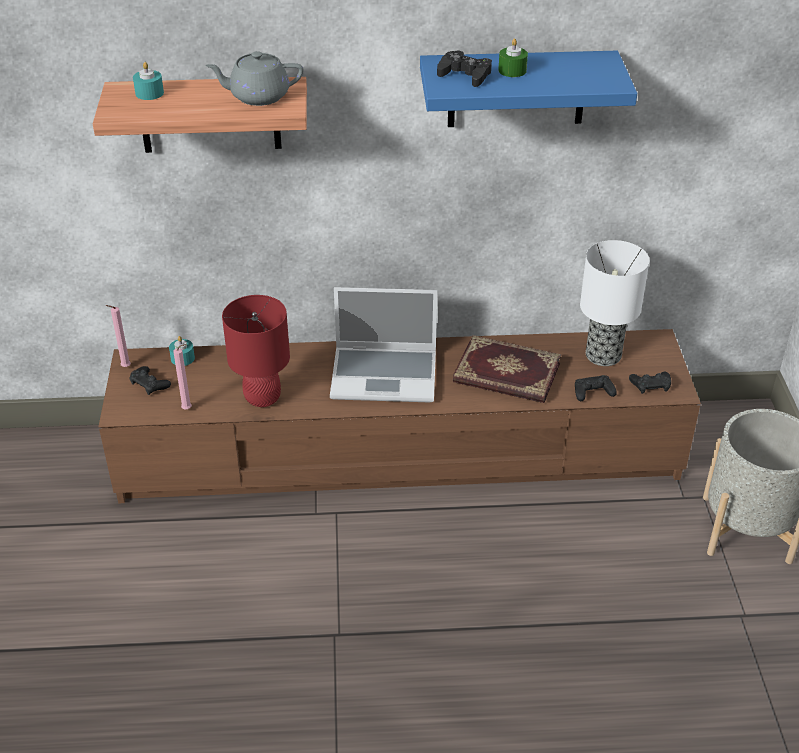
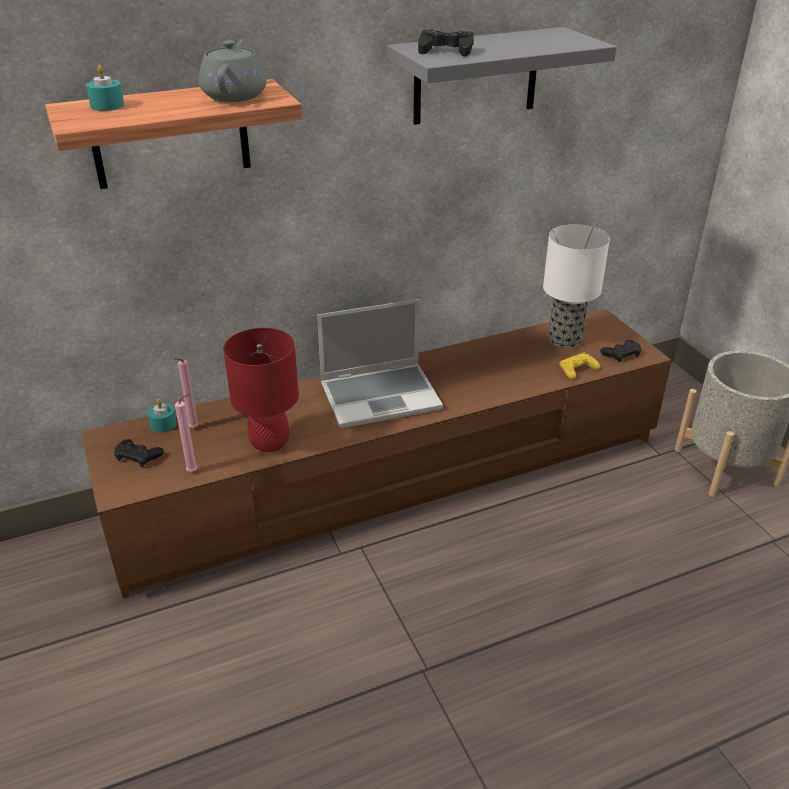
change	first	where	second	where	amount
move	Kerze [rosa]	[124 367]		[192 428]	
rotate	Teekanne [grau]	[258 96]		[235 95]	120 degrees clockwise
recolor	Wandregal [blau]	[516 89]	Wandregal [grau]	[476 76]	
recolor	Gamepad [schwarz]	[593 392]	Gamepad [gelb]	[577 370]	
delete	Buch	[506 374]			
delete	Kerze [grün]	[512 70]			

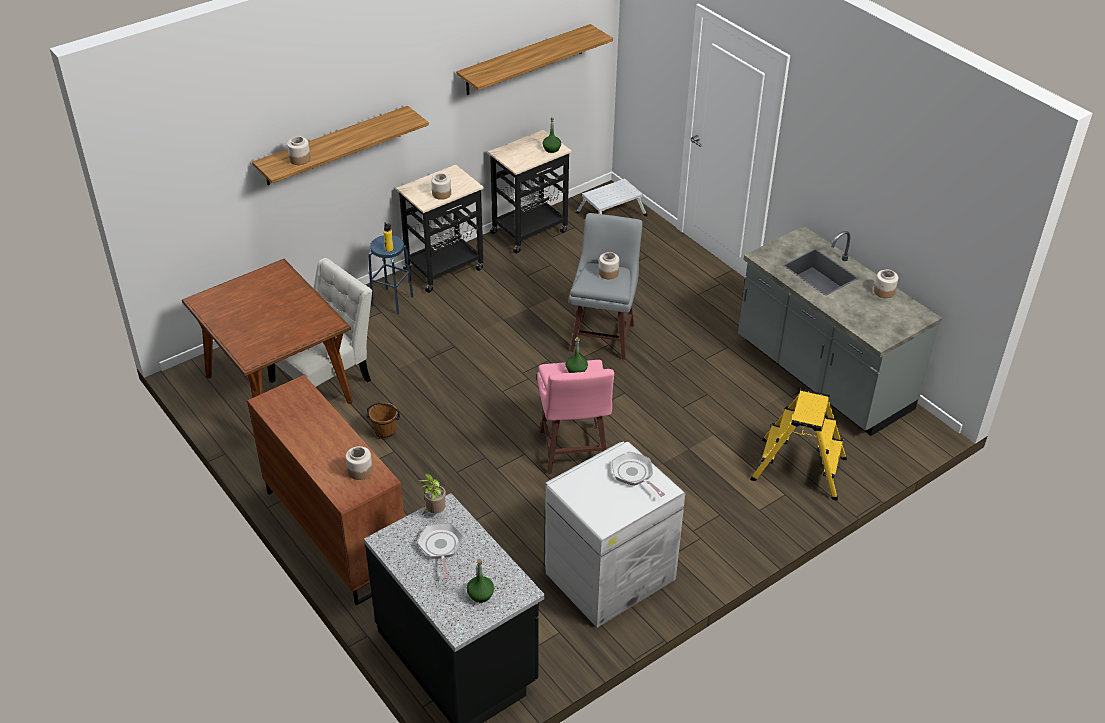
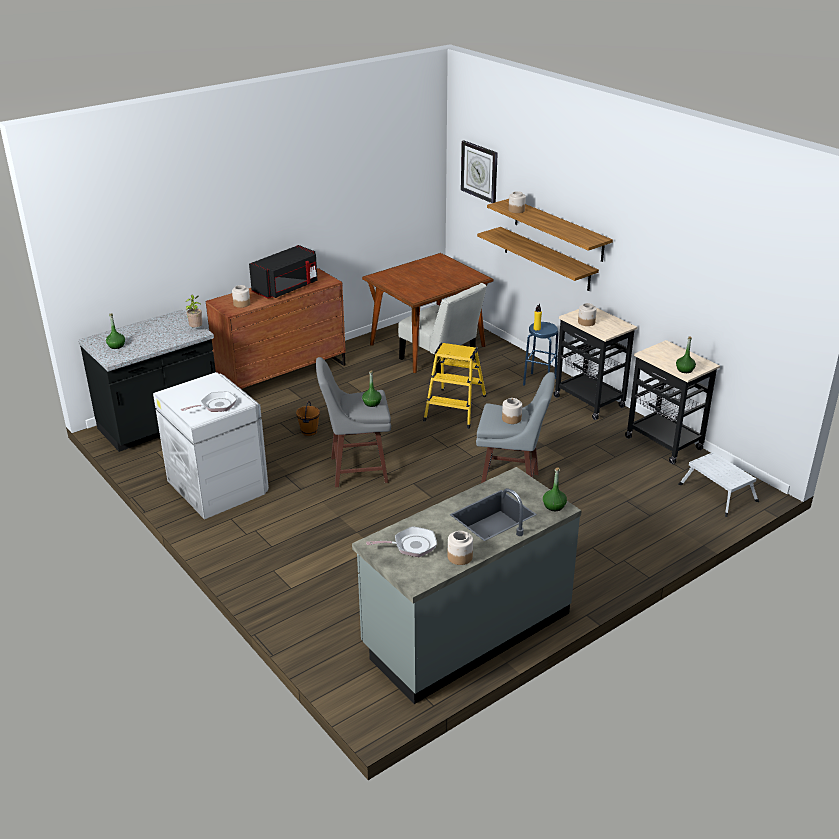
change	first	where	second	where	amount
insert			Mikrowelle [schwarz]	[287 288]	
move	Eimer [braun]	[385 433]		[309 431]	
recolor	Hocker [rosa]	[573 451]	Hocker [grau]	[356 470]	
move	Pfanne	[441 547]		[411 545]	
move	Trittleiter [gelb]	[799 469]		[455 408]	
insert			Wanduhr	[479 171]	
move	Wandregal	[525 60]		[546 258]	
insert			Flasche [grün]	[554 506]	

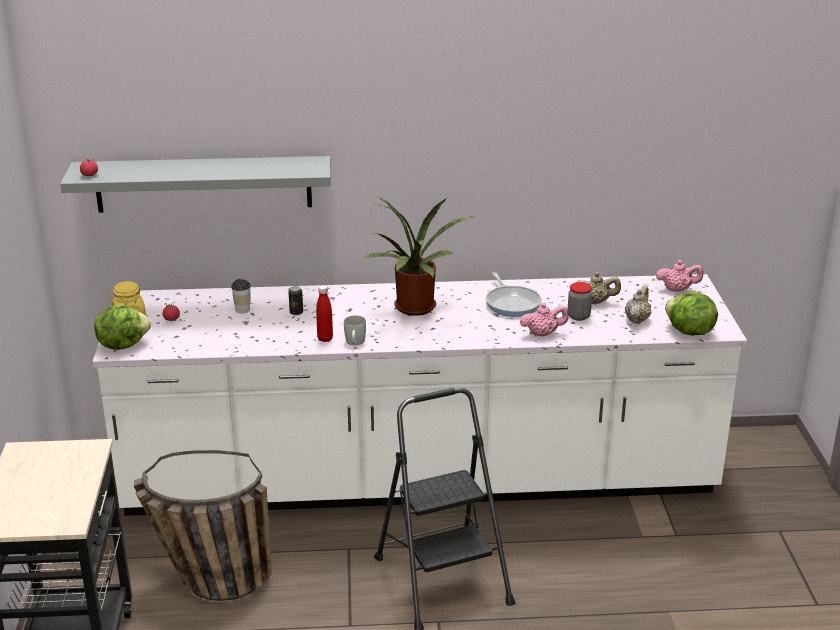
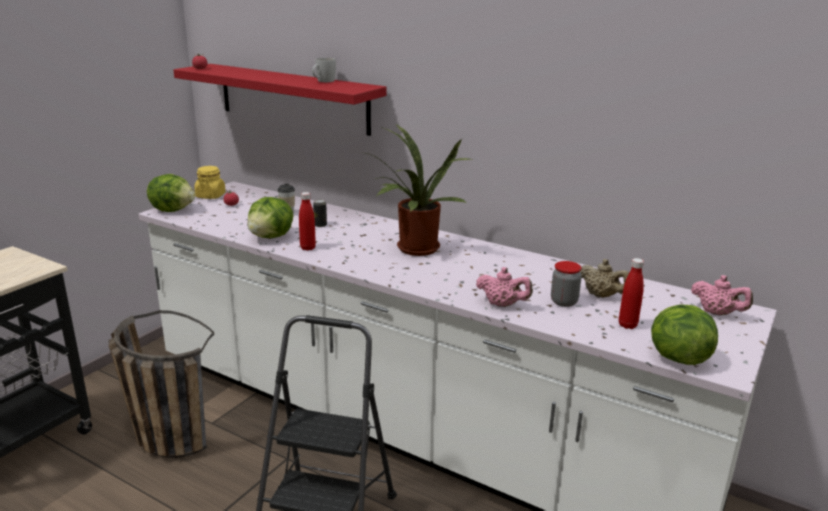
change	first	where	second	where	amount
recolor	Wandregal [grau]	[203 184]	Wandregal [rot]	[293 98]	
insert			Salatkopf	[271 237]	
move	Henkelbecher [weiß]	[355 343]		[323 81]	
replace	Teekanne [beige]	[637 319]	Flasche [rot]	[627 325]	
delete	Pfanne	[512 303]			

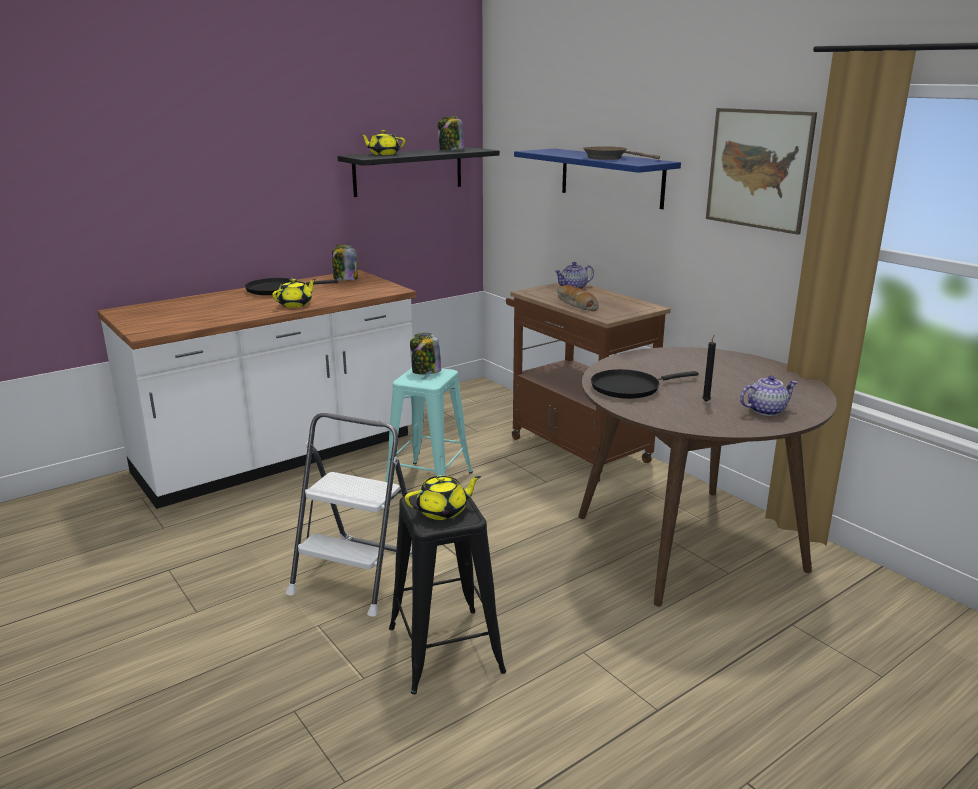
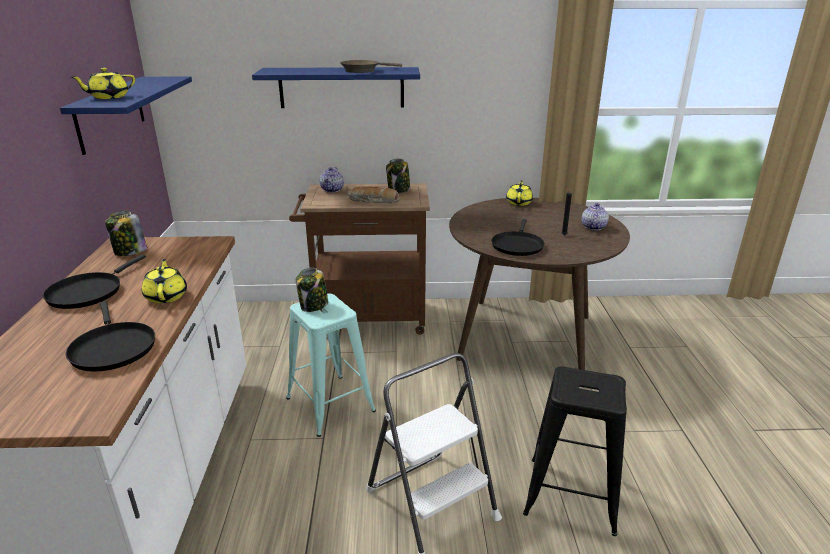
change	first	where	second	where	amount
recolor	Wandregal [schwarz]	[408 171]	Wandregal [blau]	[110 113]	
insert			Pfanne [schwarz]	[112 348]	
move	Vorratsglas	[450 150]		[398 190]	
move	Teekanne [gelb]	[443 511]		[519 202]	
delete	Bild	[758 169]			

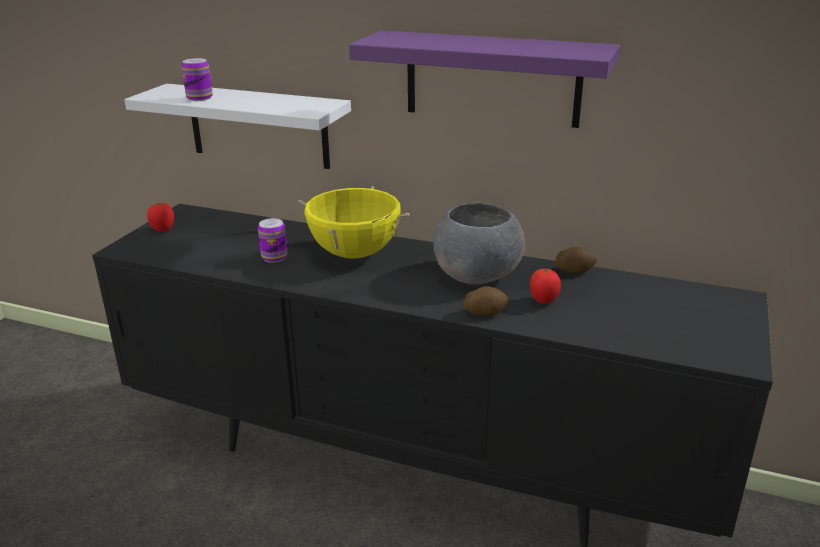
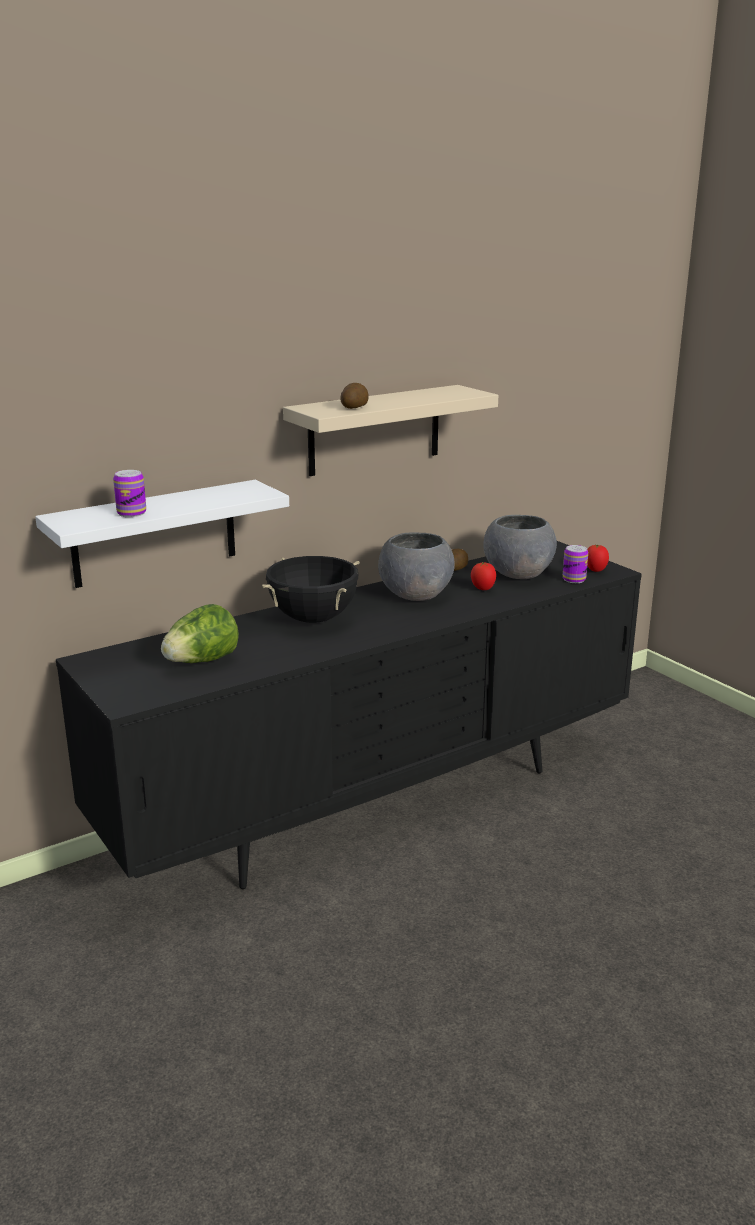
change	first	where	second	where	amount
insert			Salatkopf	[202 661]	
recolor	Kochtopf [gelb]	[355 253]	Kochtopf [schwarz]	[313 619]	
recolor	Wandregal [lila]	[492 78]	Wandregal [beige]	[374 430]	
move	Kartoffel	[485 312]		[354 407]	
insert			Schüssel [grau]	[518 572]	
move	Dose	[274 257]		[574 579]	
move	Tomate	[163 230]		[595 570]	

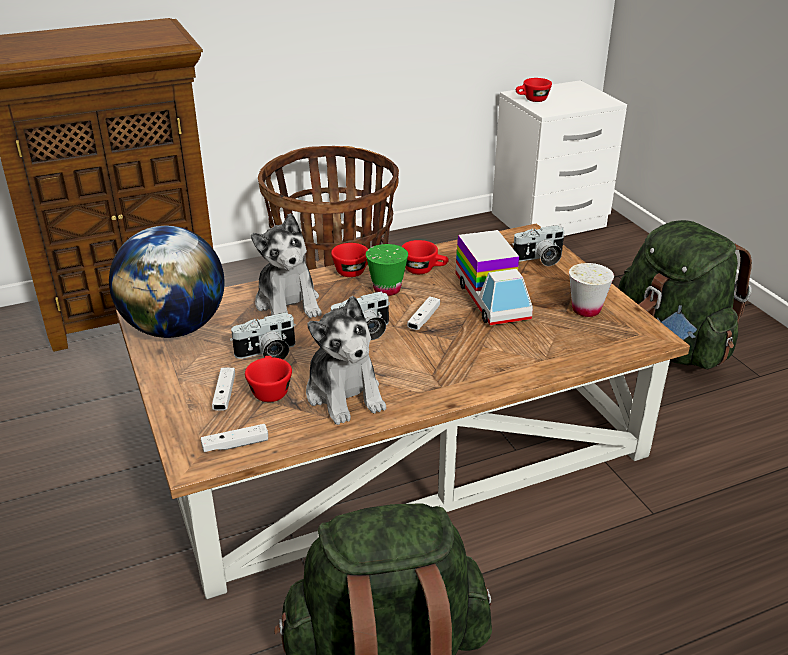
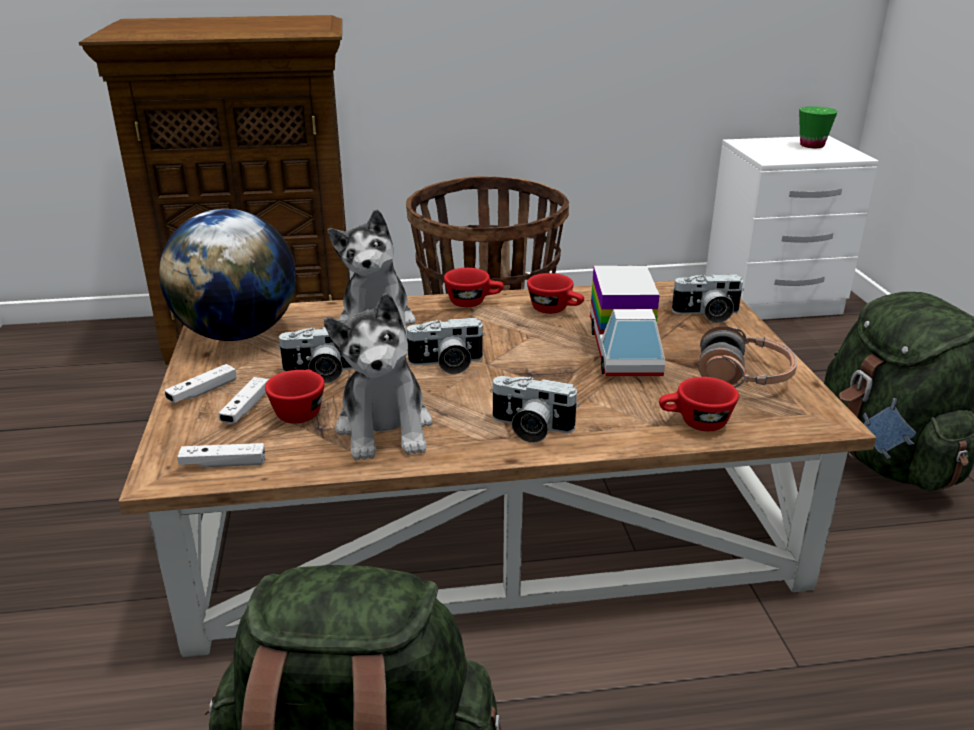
change	first	where	second	where	amount
move	Gamepad [weiß]	[423 319]		[202 392]	
insert			Kamera	[530 428]	
move	Tasse [rot]	[532 100]		[695 423]	
replace	Tasse [weiß]	[586 310]	Kopfhörer	[744 376]	
move	Tasse [grün]	[387 289]		[812 145]	

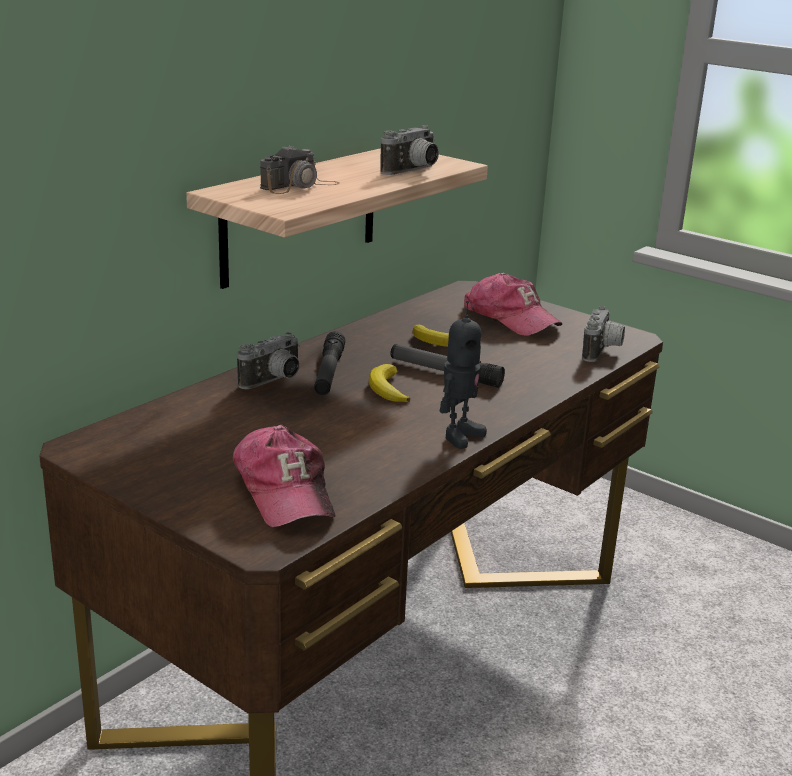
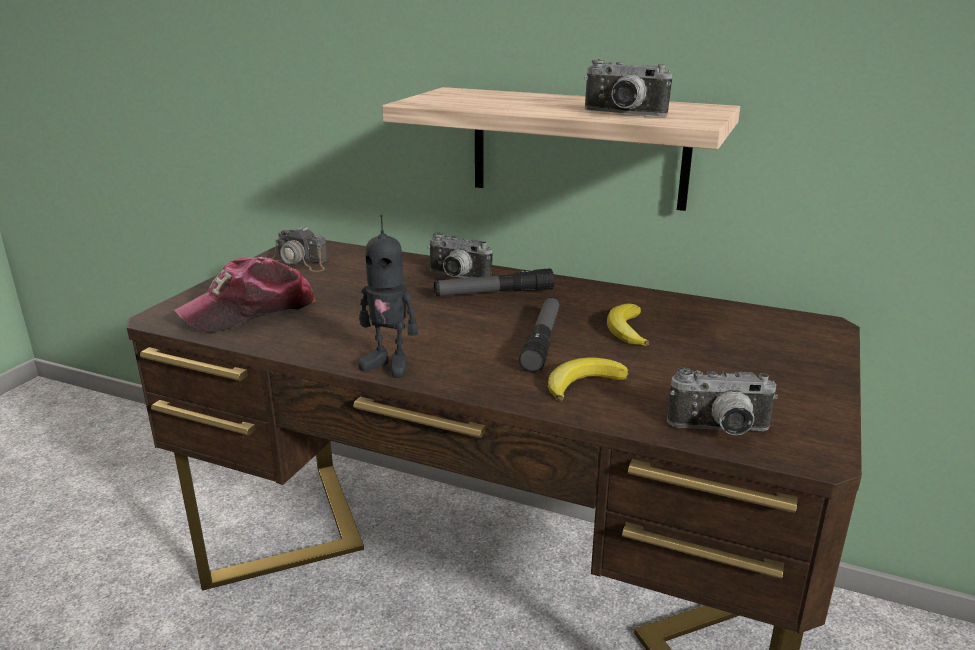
change	first	where	second	where	amount
move	Kamera	[300 186]		[301 261]	
move	Banane	[387 389]		[583 383]	
delete	Kappe	[510 318]			

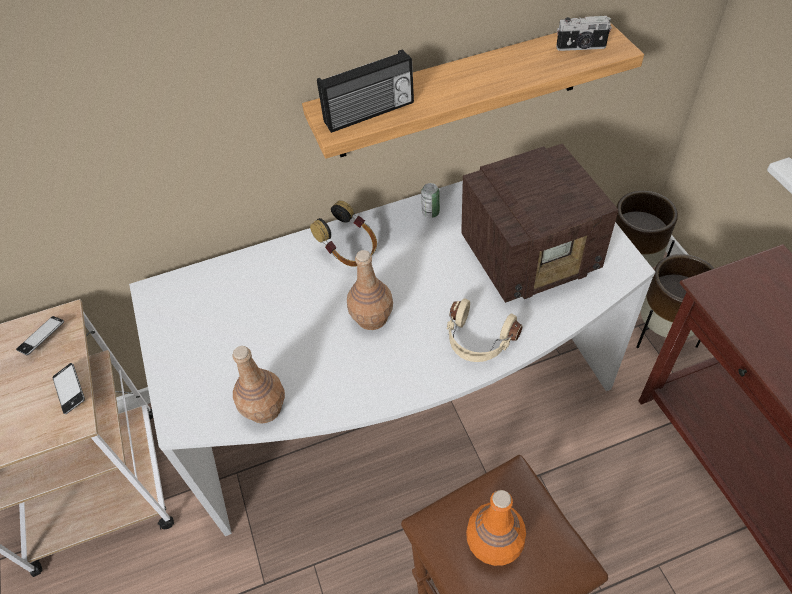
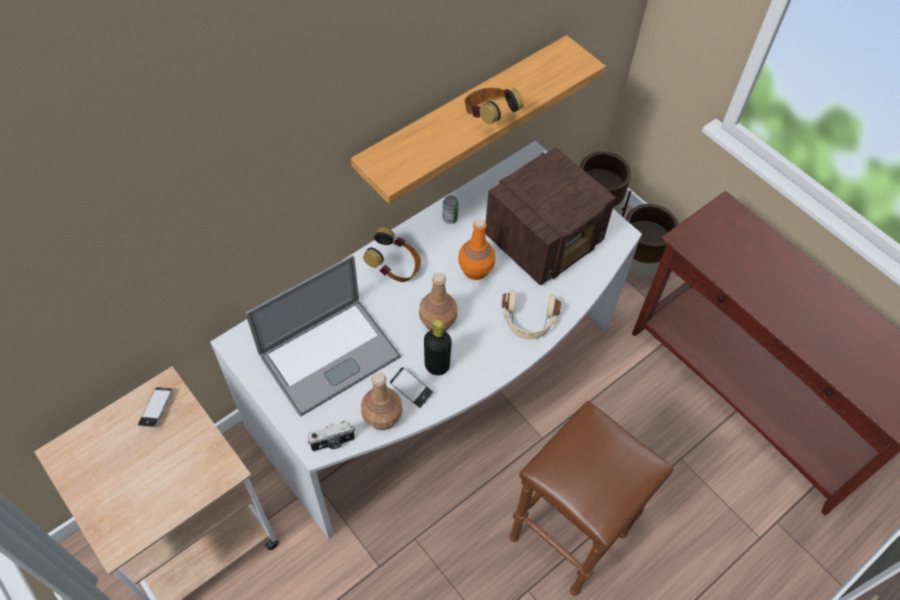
change	first	where	second	where	amount
insert			Laptop	[330 356]	
move	Kamera	[581 47]		[333 443]	
move	Handy	[70 390]		[411 389]	
insert			Flasche [schwarz]	[437 366]	
move	Flasche [orange]	[494 543]		[475 269]	
insert			Kopfhörer	[489 117]	
delete	Radio	[370 113]			

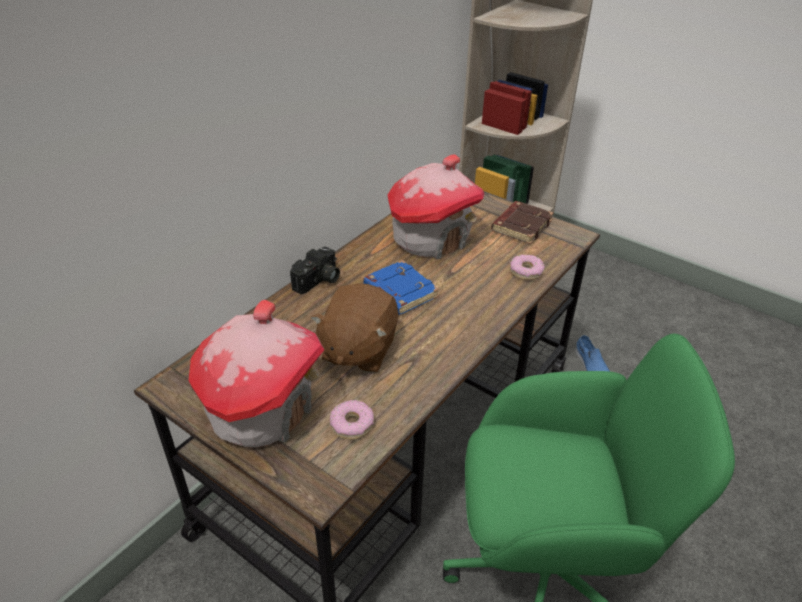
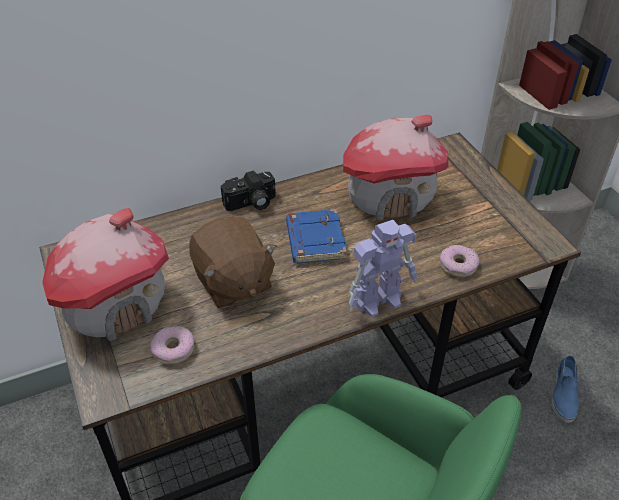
change	first	where	second	where	amount
rotate	Plüschtier [braun]	[358 349]		[233 282]	75 degrees counterclockwise
insert			Spielzeugroboter	[379 300]	
delete	Buch [braun]	[521 225]			

